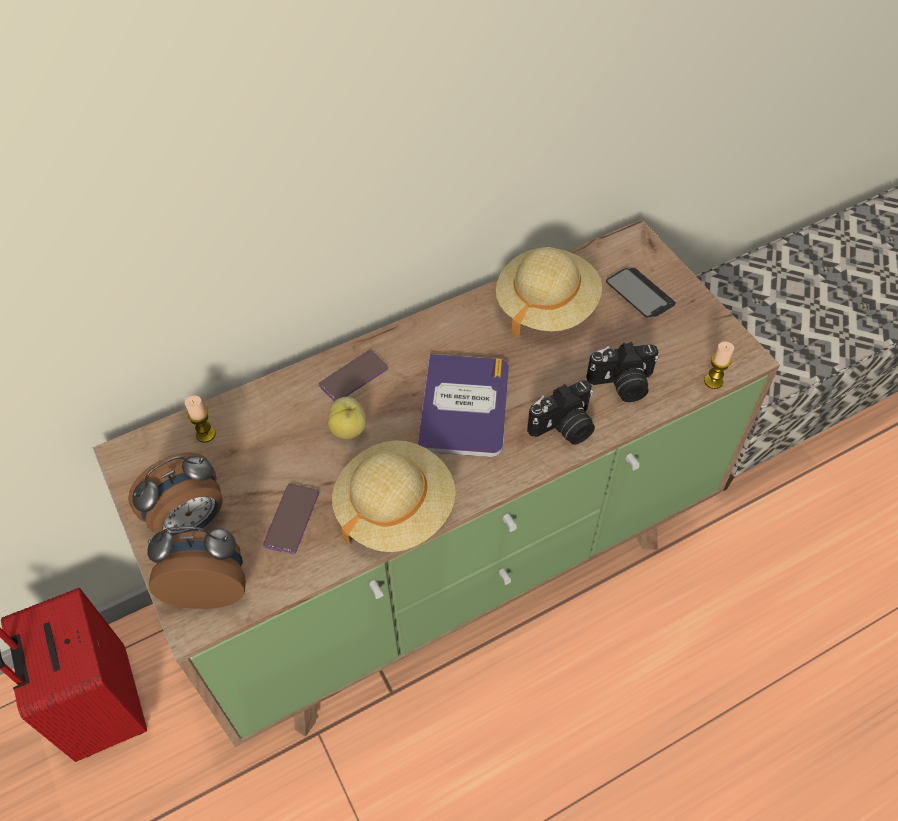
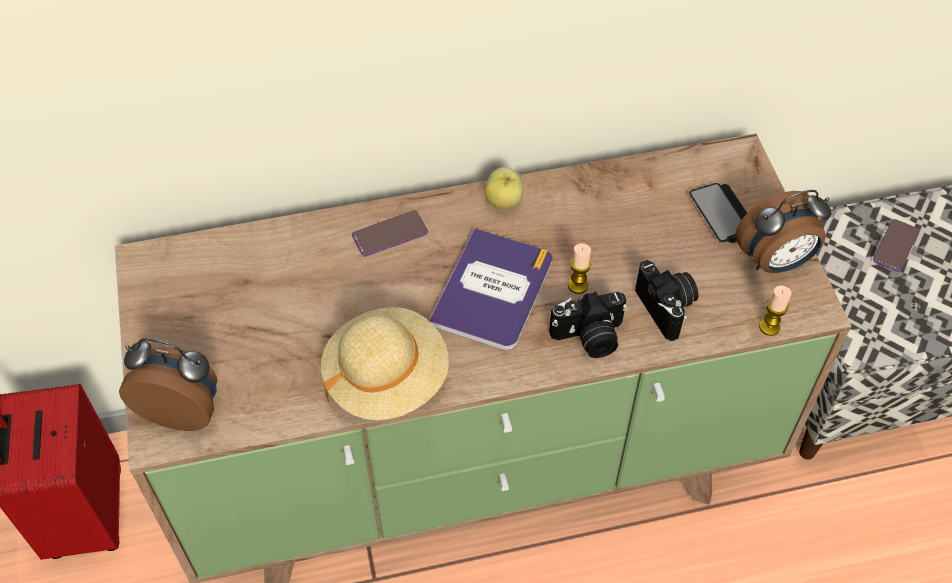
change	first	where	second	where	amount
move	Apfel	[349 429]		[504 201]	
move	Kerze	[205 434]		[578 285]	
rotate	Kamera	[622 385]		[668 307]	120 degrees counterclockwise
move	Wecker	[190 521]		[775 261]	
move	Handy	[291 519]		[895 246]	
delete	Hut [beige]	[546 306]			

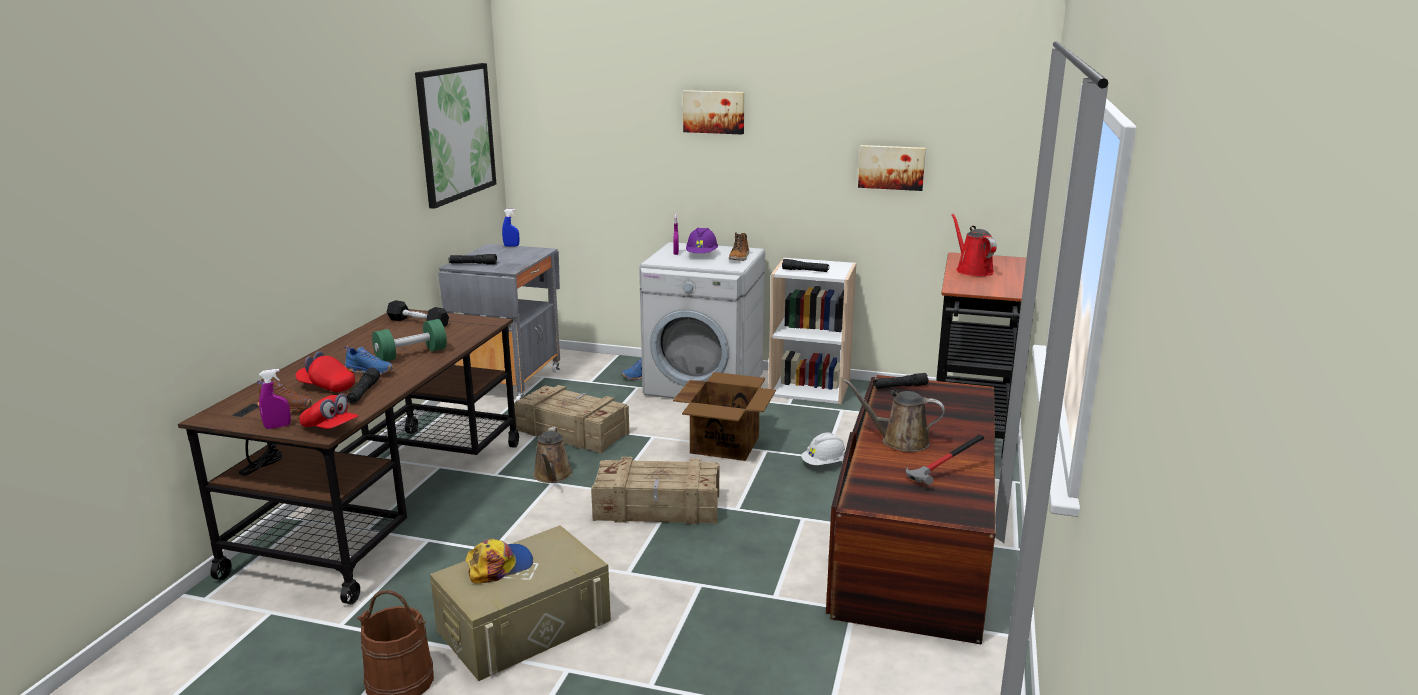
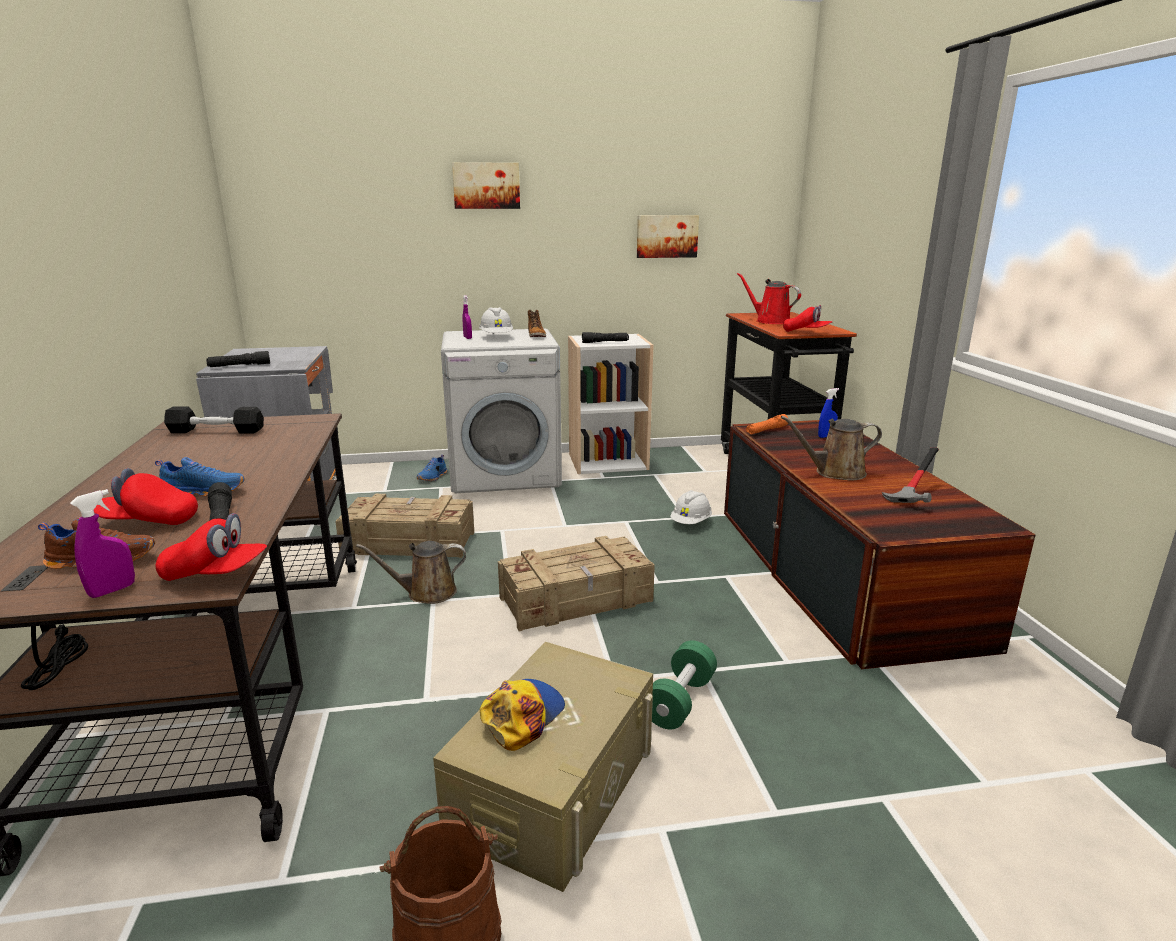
change	first	where	second	where	amount
rotate	Gießkanne [braun]	[552 476]		[426 593]	105 degrees clockwise
recolor	Schutzhelm [lila]	[702 255]	Schutzhelm [weiß]	[496 337]	
move	Hantel [grün]	[411 355]		[679 701]	
recolor	Taschenlampe [schwarz]	[900 387]	Taschenlampe [orange]	[766 430]	
insert			Kappe [rot]	[806 332]	
move	Sprühflasche [blau]	[511 246]		[826 436]	
delete	Bild	[456 133]			
delete	Karton	[725 444]			

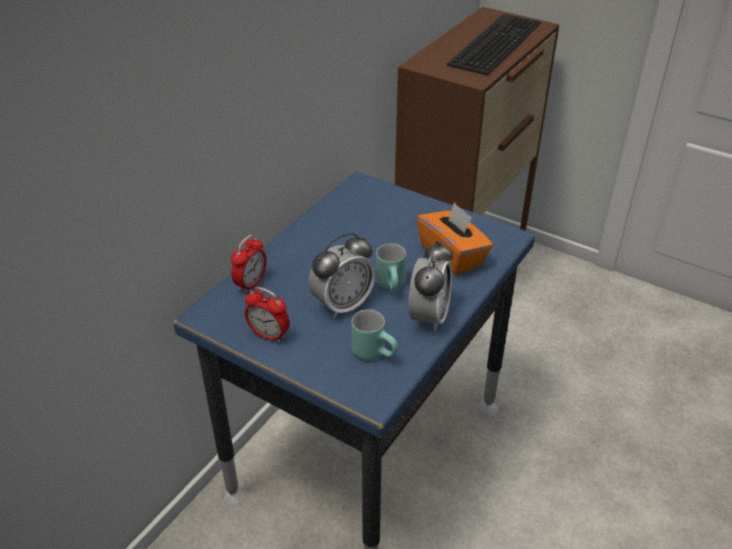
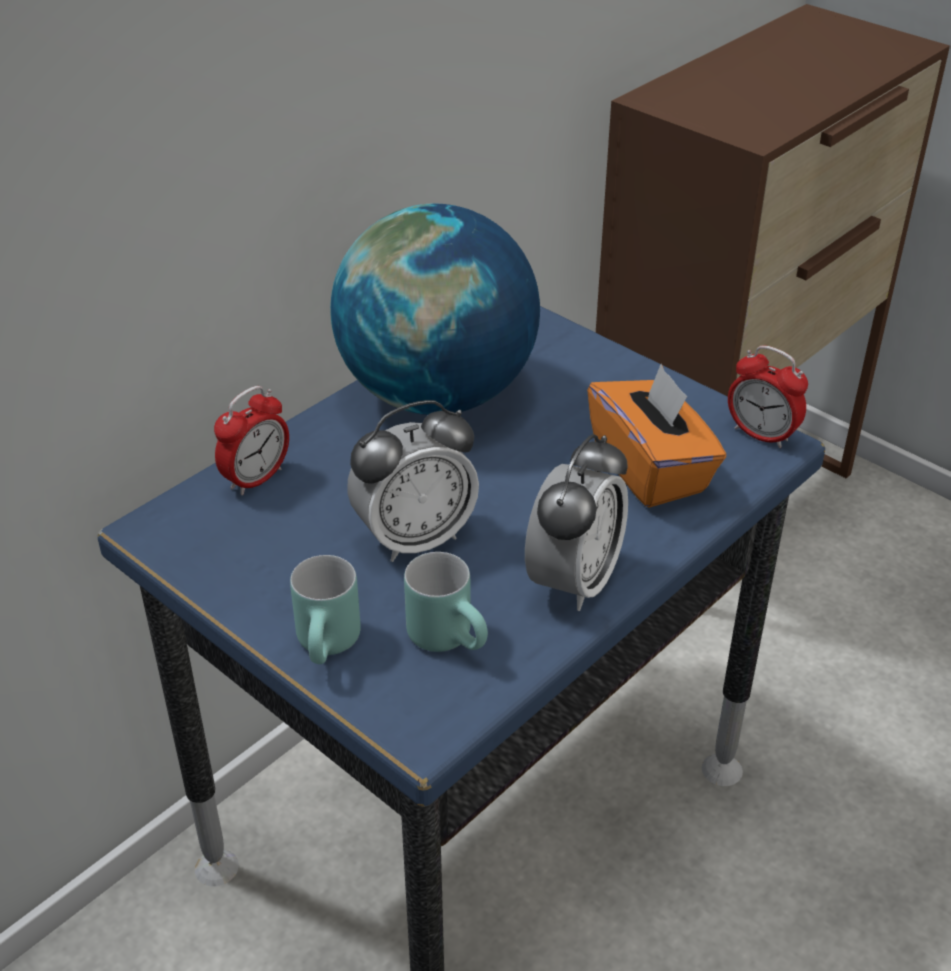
change	first	where	second	where	amount
move	Henkelbecher [türkis]	[393 286]		[331 647]	
insert			Globus	[437 395]	
move	Wecker	[269 335]		[761 435]	
delete	Tastatur	[494 42]			

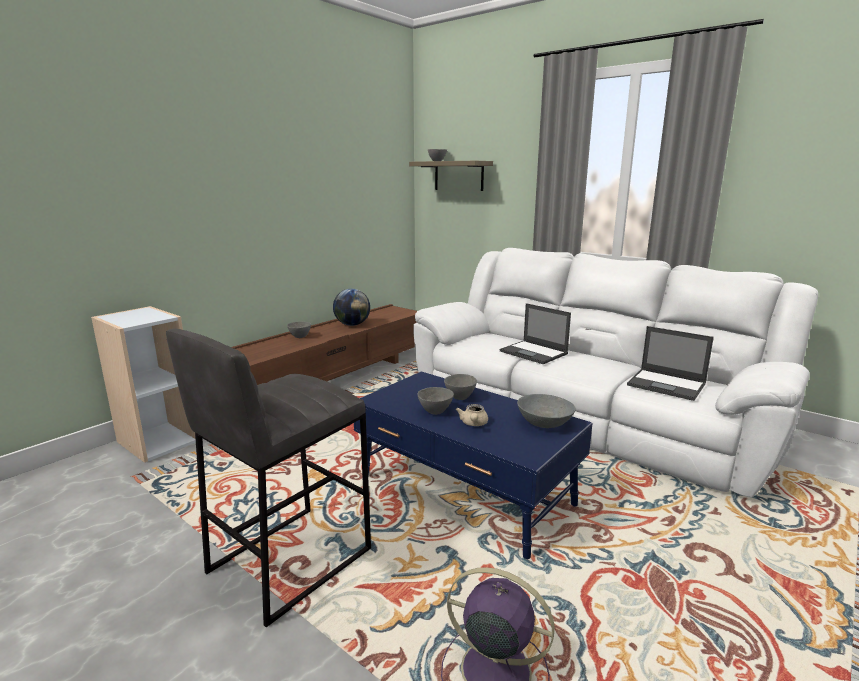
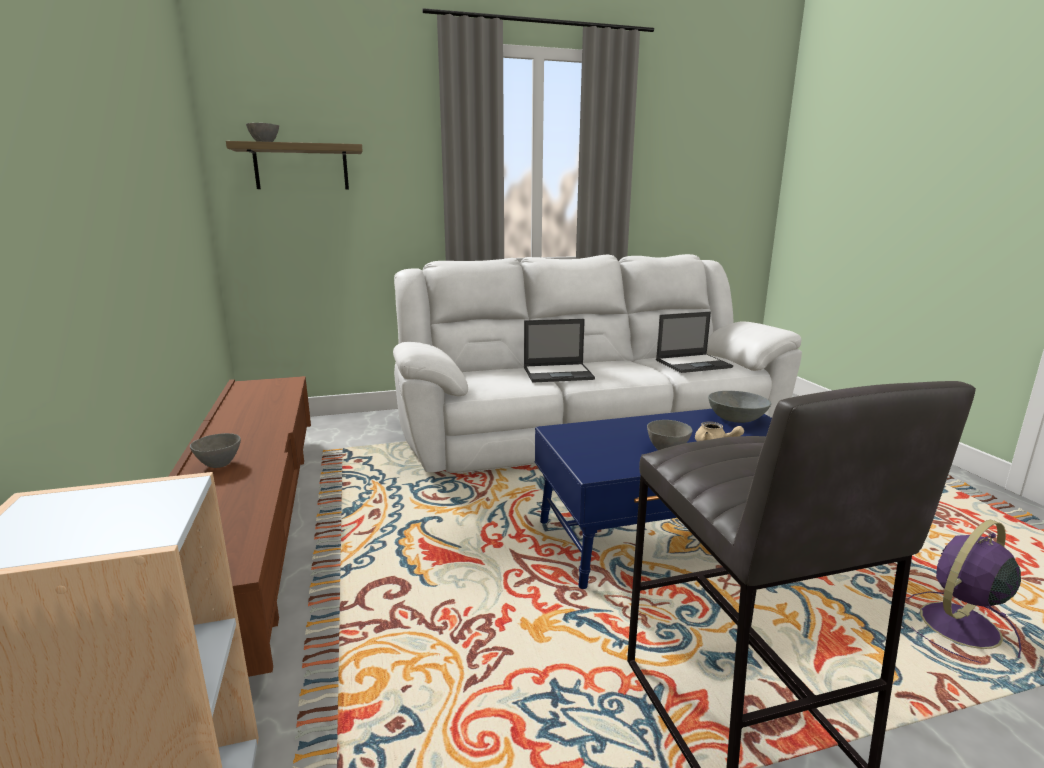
change	first	where	second	where	amount
delete	Globus	[352 325]			
delete	Schüssel [grau]	[460 397]			

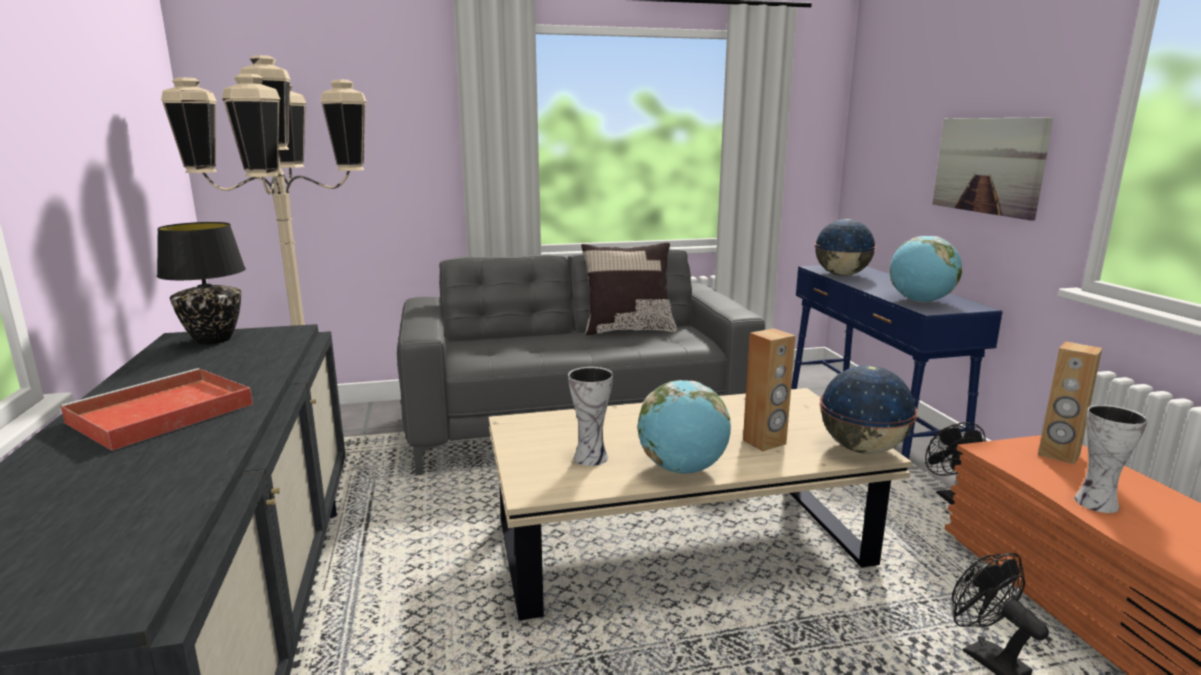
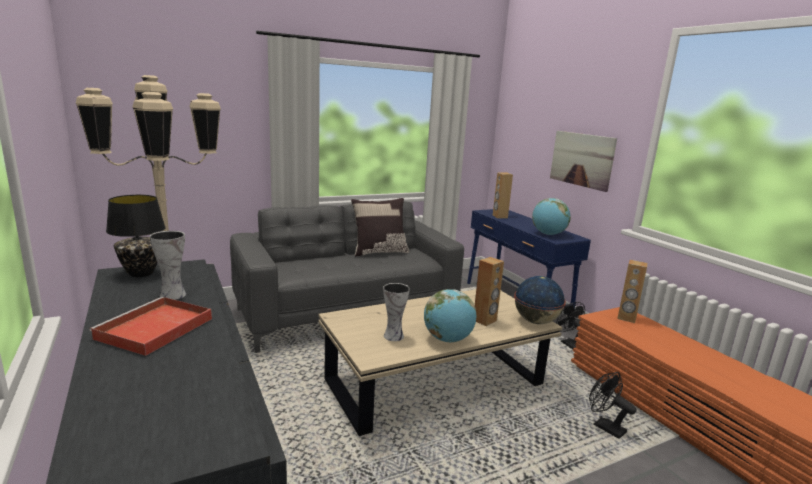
change	first	where	second	where	amount
move	Vase	[1094 502]		[171 295]	
replace	Globus	[842 275]	Lautsprecher [braun]	[499 216]	

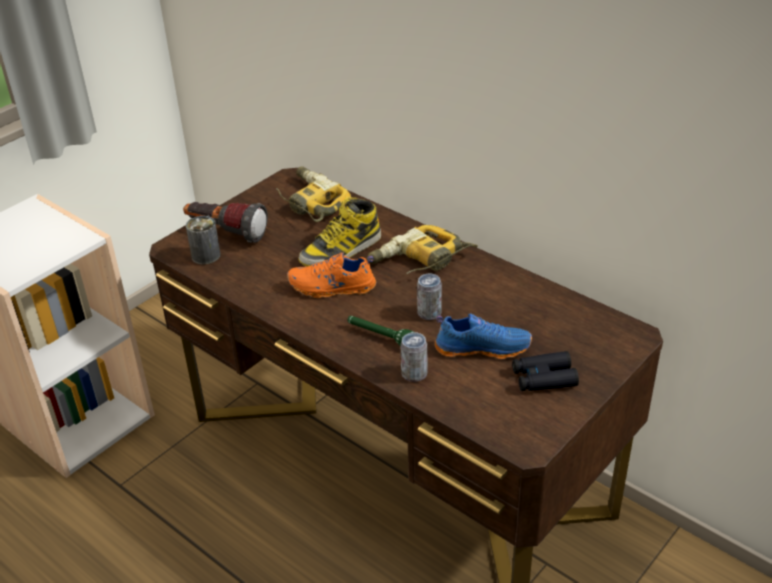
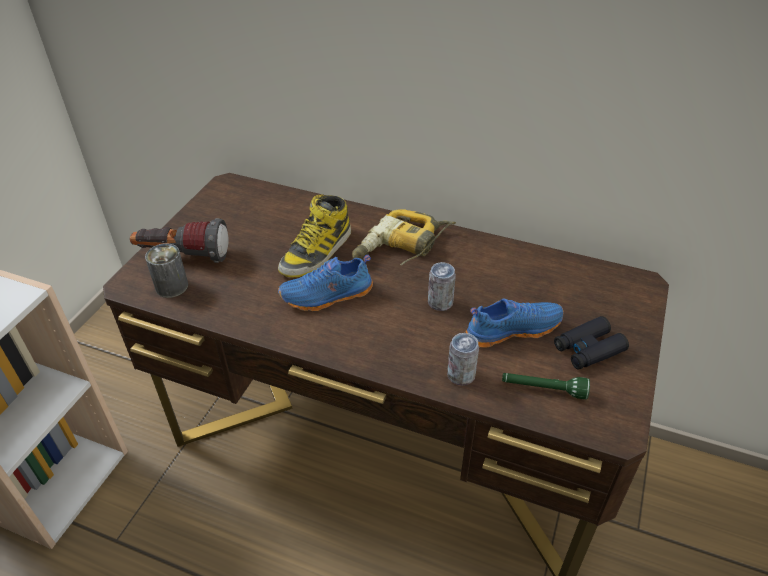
change	first	where	second	where	amount
recolor	Schuh [orange]	[332 288]	Schuh [blau]	[327 296]	
move	Taschenlampe [grün]	[380 336]		[543 389]	
delete	Bohrmaschine	[310 202]			

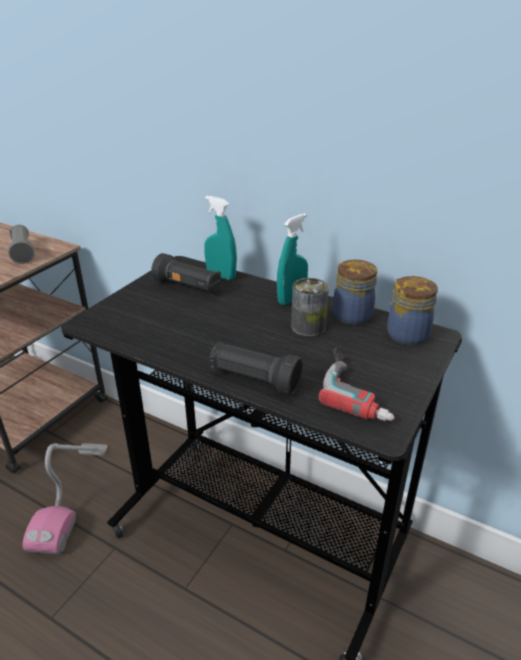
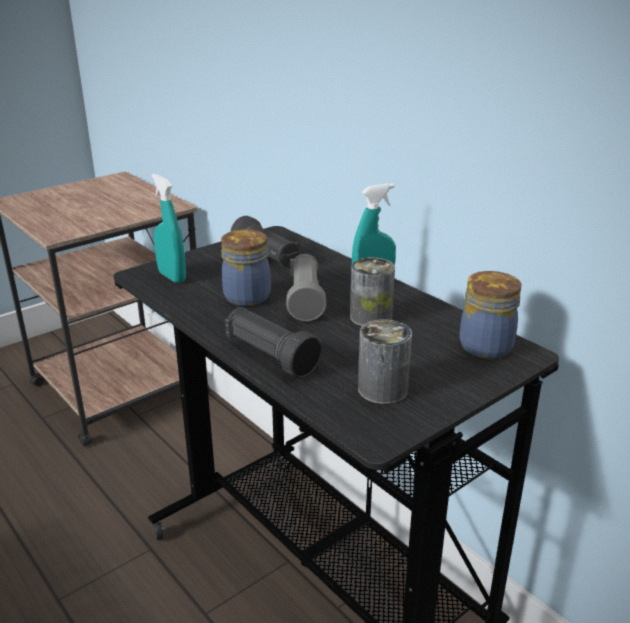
change	first	where	second	where	amount
move	Sprühflasche [türkis]	[221 276]		[172 277]	
move	Vorratsglas	[352 315]		[249 296]	
move	Taschenlampe [grau]	[23 252]		[305 300]	
replace	Bohrmaschine	[359 389]	Dose	[382 389]	
delete	Staubsauger	[71 496]			

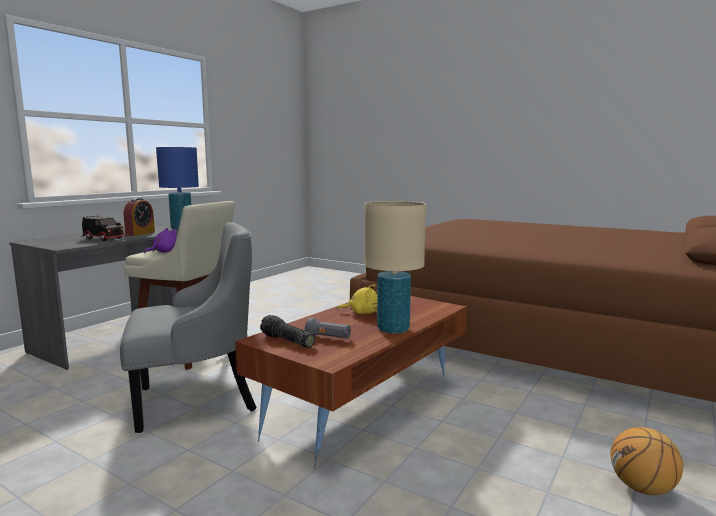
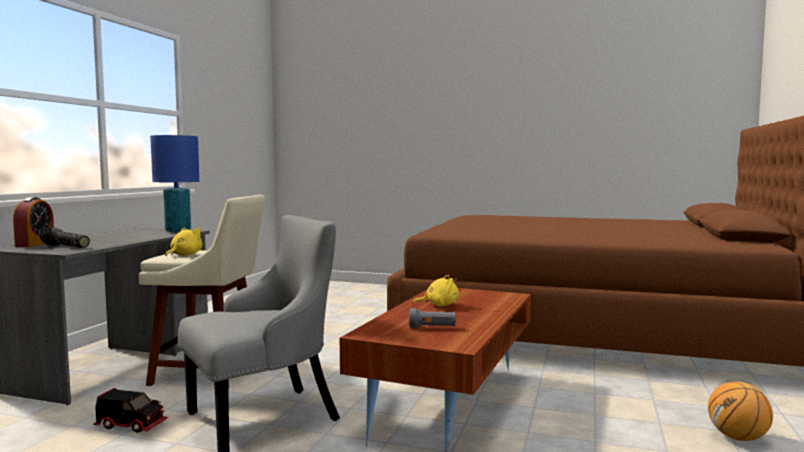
change	first	where	second	where	amount
move	Wecker	[140 233]		[35 244]	
move	Taschenlampe	[286 341]		[64 246]	
move	Spielzeuglaster	[104 239]		[131 425]	
recolor	Plüschtier [lila]	[165 252]	Plüschtier [gelb]	[184 255]	
delete	Tischlampe [beige]	[393 329]			

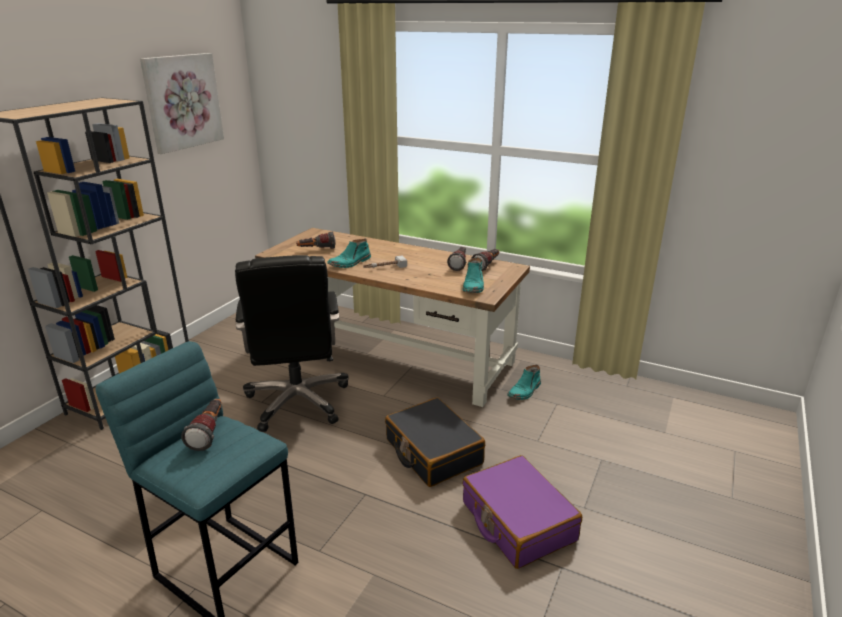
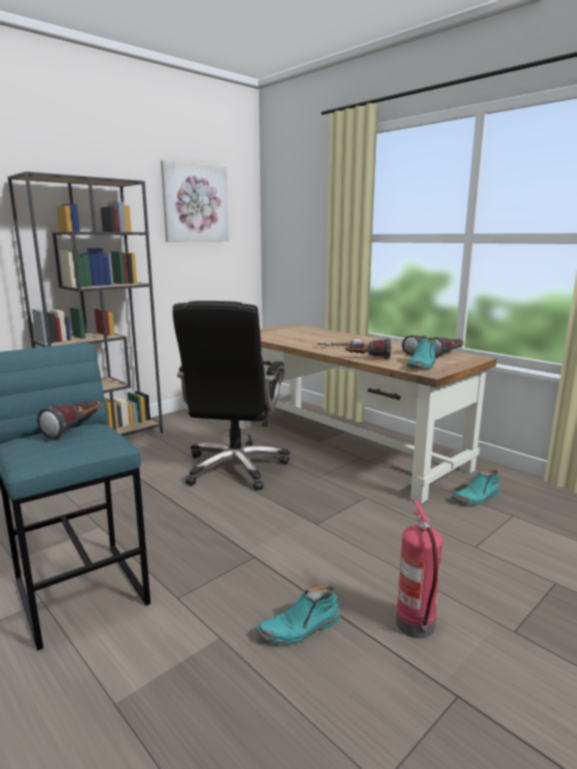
change	first	where	second	where	amount
move	Stiefel [türkis]	[350 263]		[300 629]	
move	Taschenlampe	[316 250]		[368 358]	
replace	Koffer [lila]	[517 521]	Feuerlöscher	[416 625]	
delete	Koffer [schwarz]	[433 452]			

